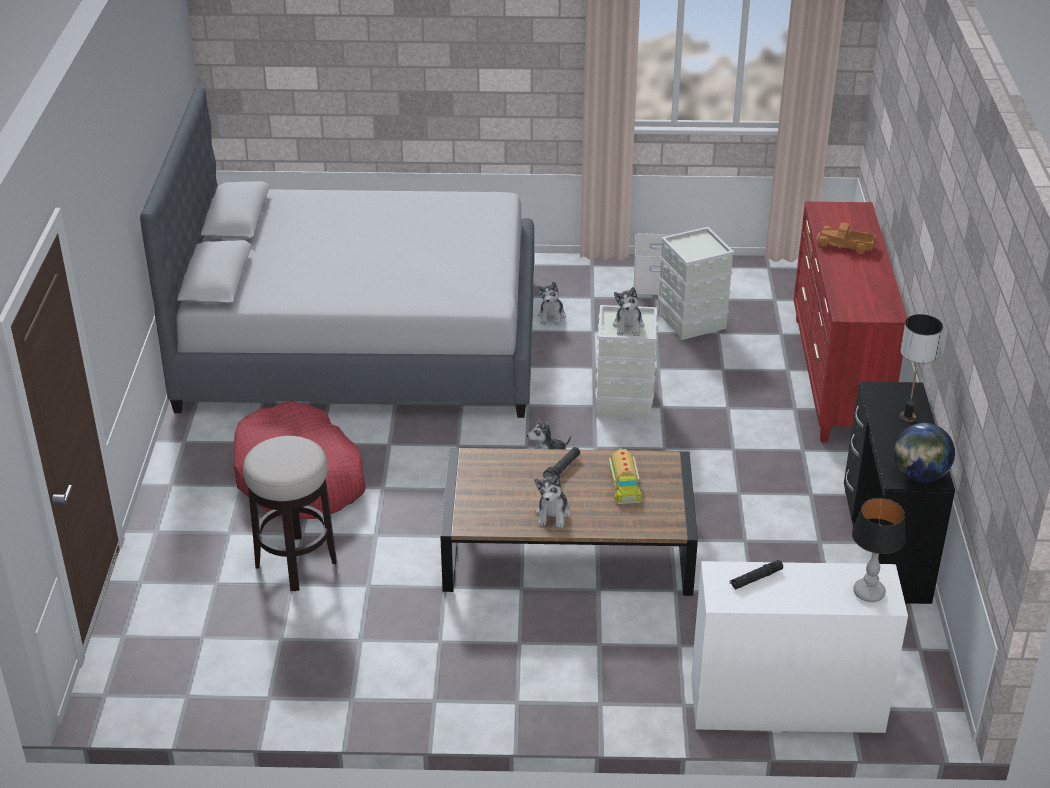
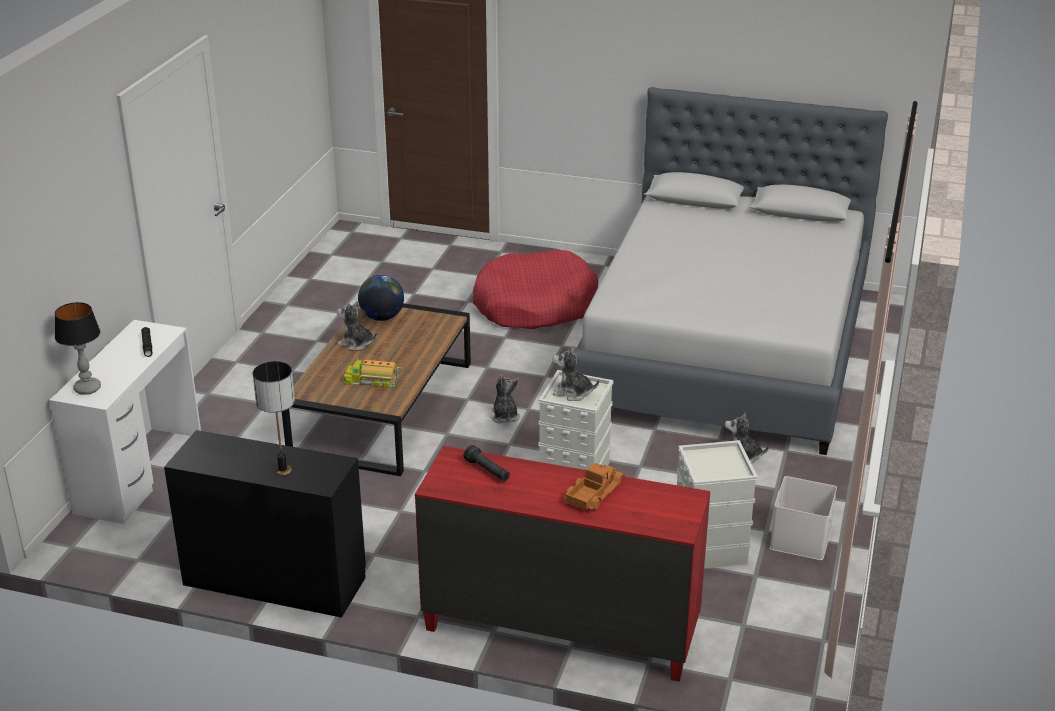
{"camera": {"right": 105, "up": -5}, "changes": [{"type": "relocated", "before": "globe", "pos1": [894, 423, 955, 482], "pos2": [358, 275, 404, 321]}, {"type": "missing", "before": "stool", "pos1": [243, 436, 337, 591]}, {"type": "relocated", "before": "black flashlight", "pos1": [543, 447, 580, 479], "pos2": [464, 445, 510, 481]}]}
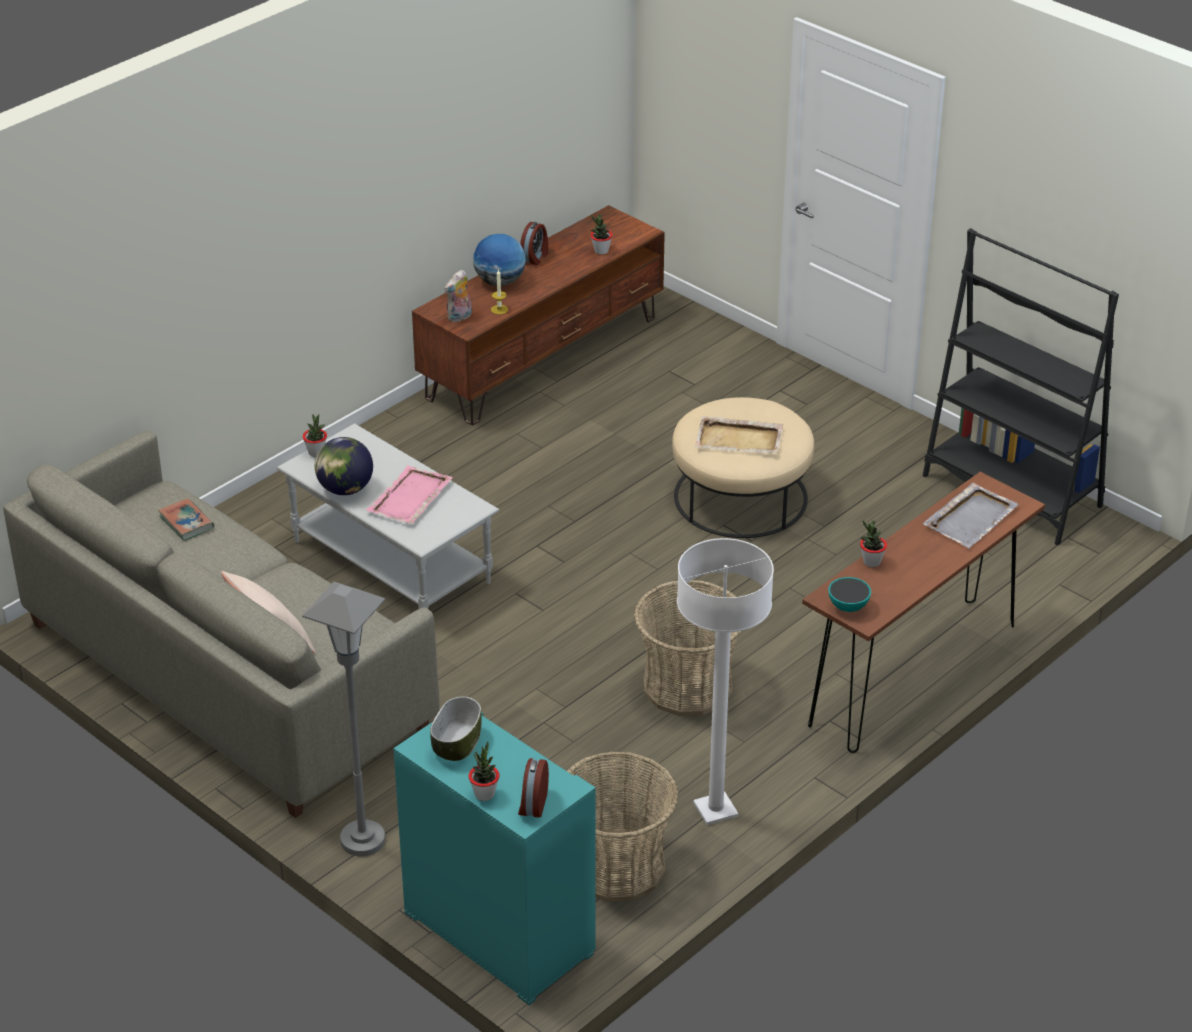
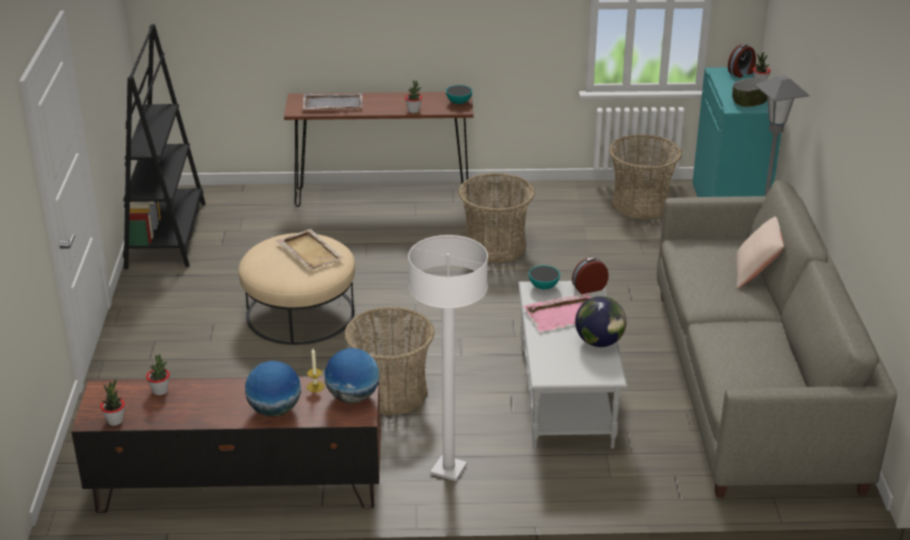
{"camera": {"right": -135, "up": -5}, "changes": [{"type": "relocated", "before": "alarm clock", "pos1": [520, 222, 548, 265], "pos2": [572, 257, 609, 294]}, {"type": "exchanged", "before": "plush toy", "after": "globe", "pos1": [444, 270, 472, 322], "pos2": [325, 348, 380, 403]}, {"type": "relocated", "before": "potted plant", "pos1": [303, 414, 327, 457], "pos2": [100, 378, 125, 426]}, {"type": "missing", "before": "book", "pos1": [158, 498, 214, 541]}, {"type": "relocated", "before": "white floor lamp", "pos1": [677, 538, 774, 825], "pos2": [408, 235, 488, 481]}, {"type": "appeared", "after": "bowl", "pos2": [529, 265, 560, 290]}, {"type": "appeared", "after": "basket", "pos2": [344, 307, 435, 415]}]}
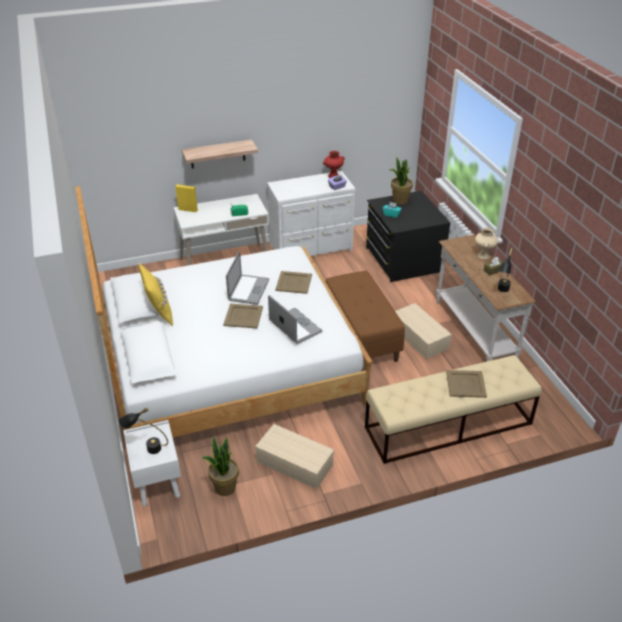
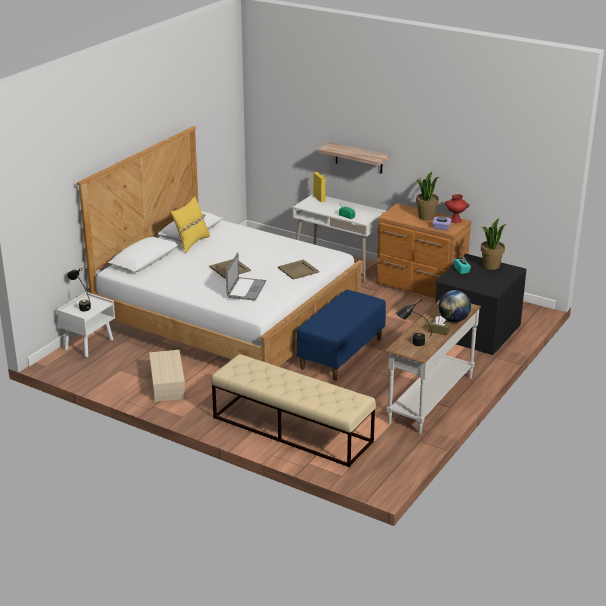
{"camera": {"right": 50, "up": -10}, "changes": [{"type": "colour", "before": "white dresser", "after": "brown dresser", "pos1": [267, 171, 356, 256], "pos2": [376, 203, 471, 298]}, {"type": "exchanged", "before": "beige vase", "after": "globe", "pos1": [475, 228, 498, 260], "pos2": [439, 290, 471, 322]}, {"type": "missing", "before": "laptop", "pos1": [226, 251, 269, 305]}, {"type": "colour", "before": "brown bench", "after": "blue bench", "pos1": [326, 271, 405, 362], "pos2": [296, 290, 386, 380]}, {"type": "missing", "before": "beige storage box", "pos1": [395, 303, 452, 359]}, {"type": "missing", "before": "beige tray", "pos1": [446, 370, 487, 398]}, {"type": "relocated", "before": "potted plant", "pos1": [202, 436, 239, 496], "pos2": [416, 171, 440, 221]}]}
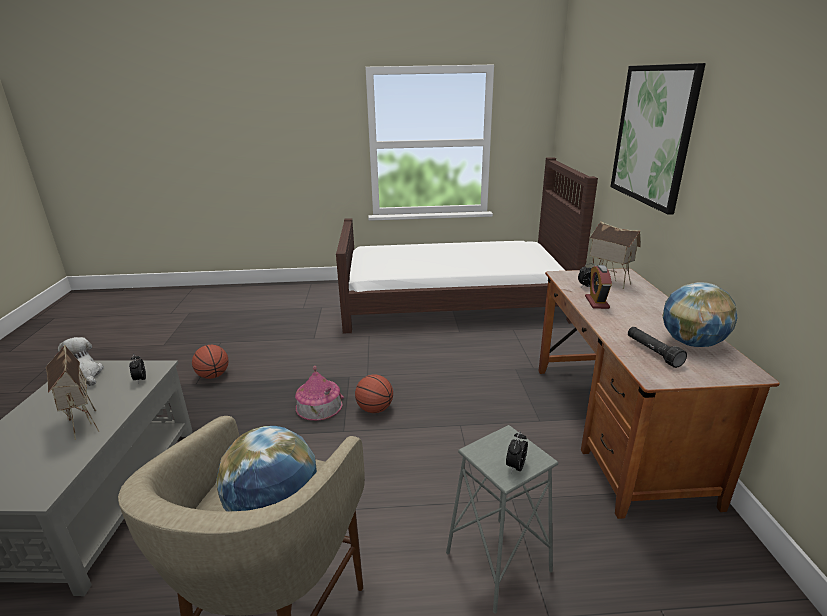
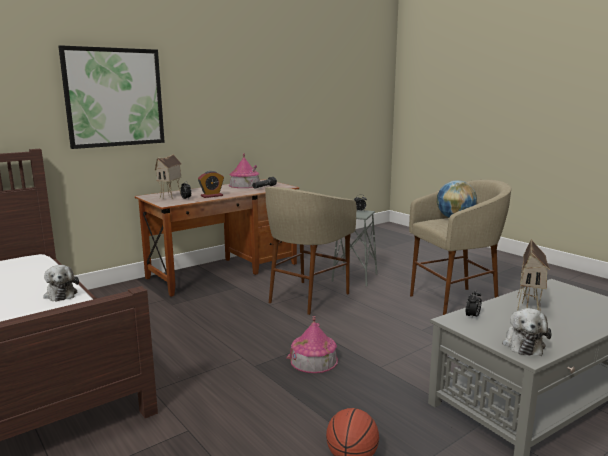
{"camera": {"right": -125, "up": -10}, "changes": [{"type": "exchanged", "before": "globe", "after": "toy house", "pos1": [663, 282, 737, 347], "pos2": [229, 154, 260, 188]}, {"type": "missing", "before": "basketball", "pos1": [355, 375, 393, 413]}, {"type": "appeared", "after": "beige stool", "pos2": [265, 187, 356, 315]}, {"type": "appeared", "after": "plush toy", "pos2": [43, 265, 79, 301]}]}
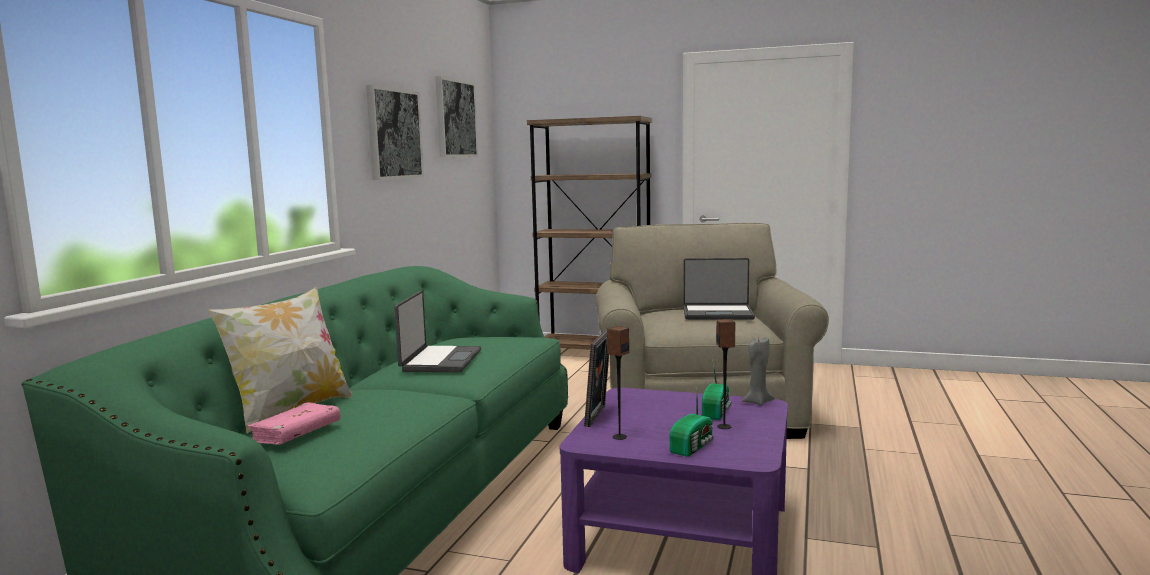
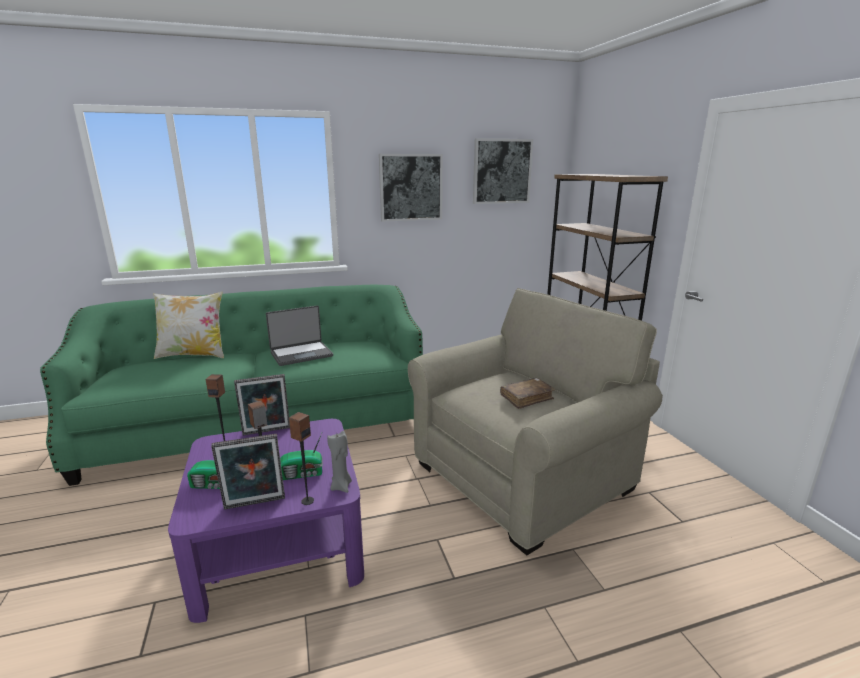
{"camera": {"right": 55, "up": 10}, "changes": [{"type": "exchanged", "before": "laptop", "after": "brown book", "pos1": [683, 258, 755, 320], "pos2": [500, 378, 555, 409]}, {"type": "missing", "before": "pink book", "pos1": [246, 402, 340, 445]}, {"type": "appeared", "after": "speaker", "pos2": [289, 412, 314, 505]}, {"type": "appeared", "after": "picture frame", "pos2": [211, 434, 285, 510]}]}
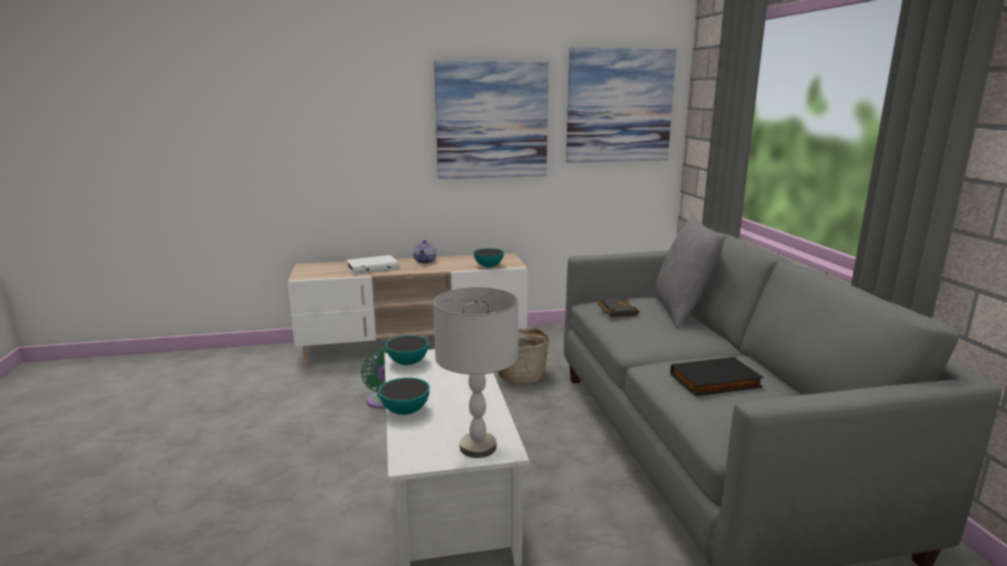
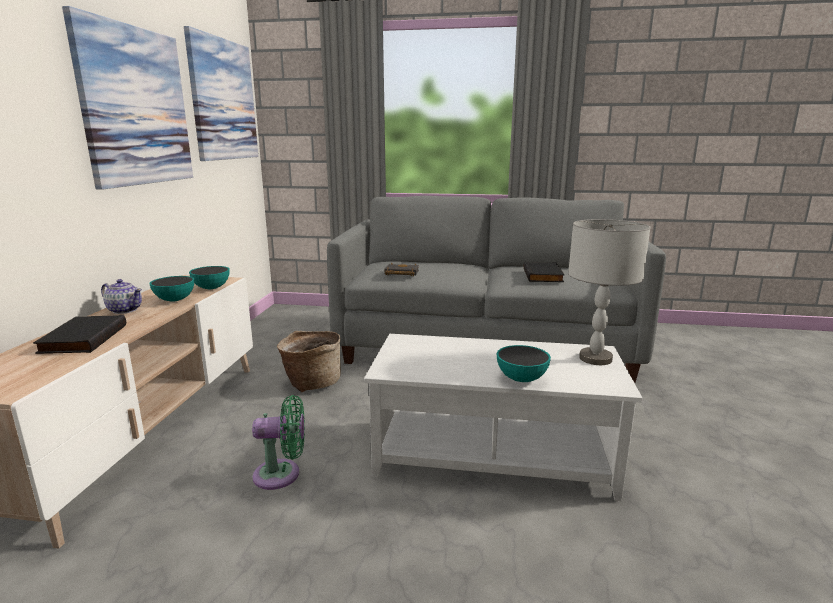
{"camera": {"right": -70, "up": 0}, "changes": [{"type": "missing", "before": "grey pillow", "pos1": [654, 214, 726, 329]}, {"type": "colour", "before": "white book", "after": "black book", "pos1": [346, 255, 399, 274], "pos2": [33, 315, 126, 354]}, {"type": "relocated", "before": "bowl", "pos1": [385, 335, 429, 365], "pos2": [149, 276, 194, 302]}]}
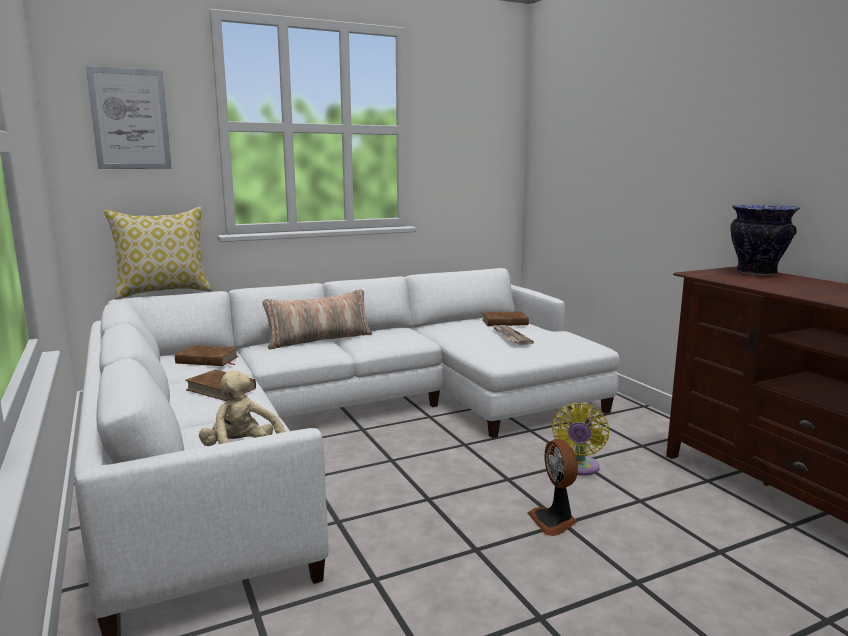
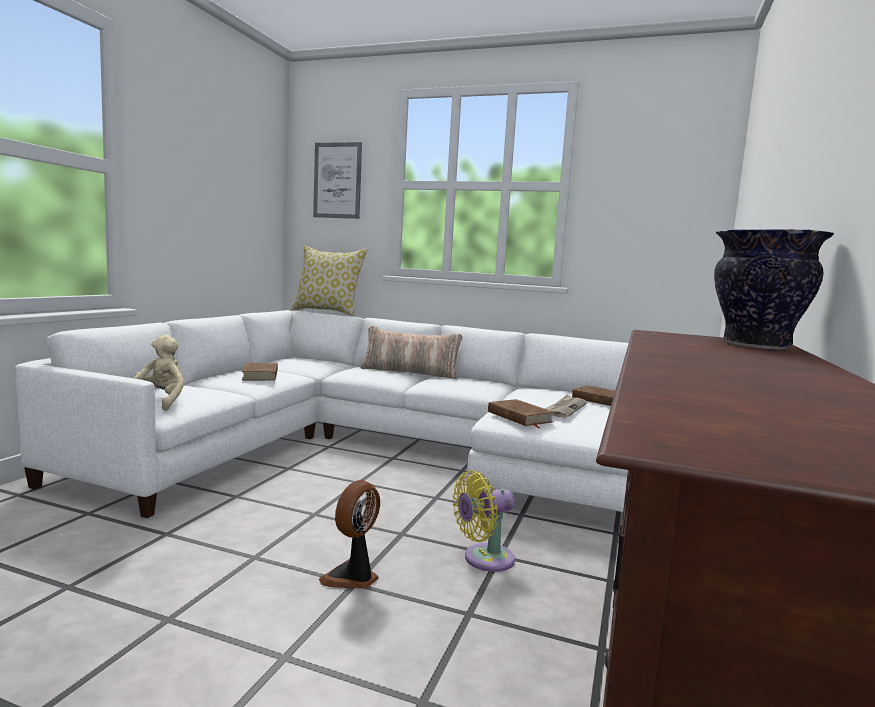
{"camera": {"right": 45, "up": -5}, "changes": [{"type": "relocated", "before": "brown book", "pos1": [175, 345, 239, 366], "pos2": [488, 399, 554, 428]}]}
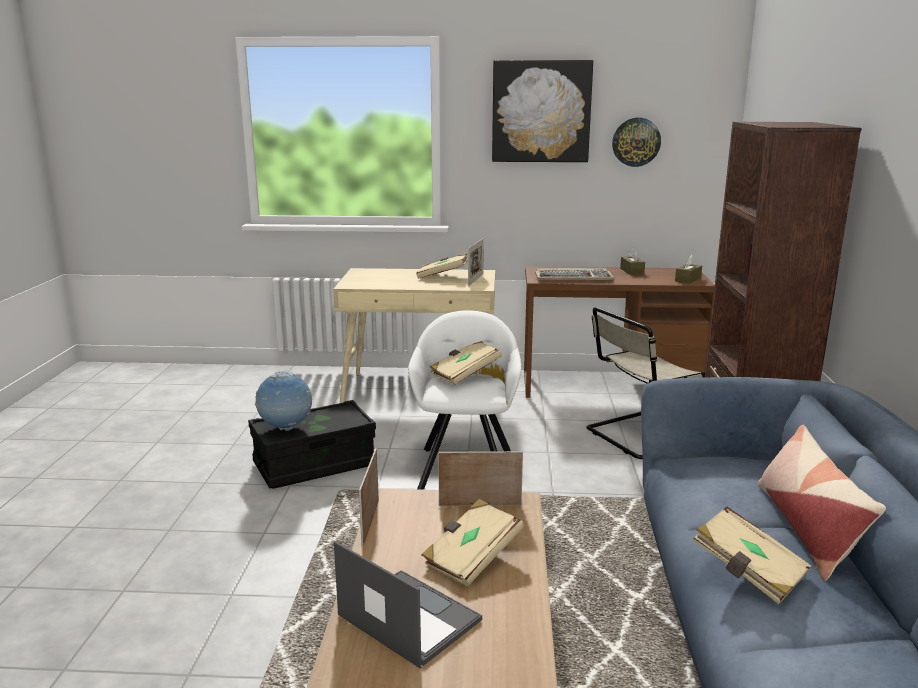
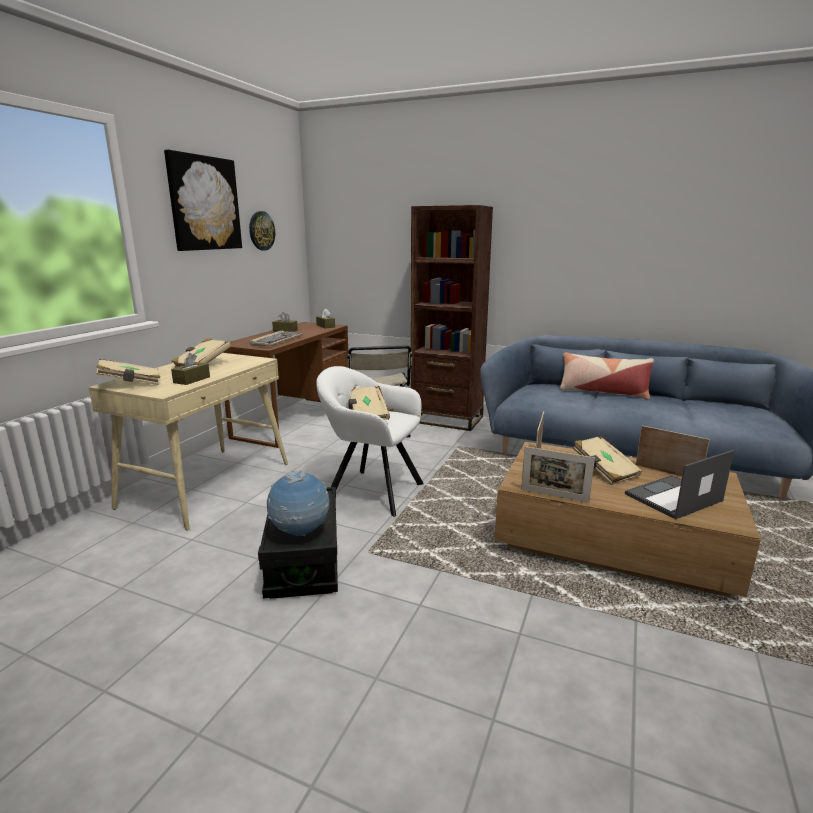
{"camera": {"right": -70, "up": 0}, "changes": [{"type": "relocated", "before": "picture frame", "pos1": [468, 239, 484, 286], "pos2": [636, 425, 710, 476]}, {"type": "relocated", "before": "beige book", "pos1": [693, 507, 811, 604], "pos2": [96, 359, 160, 385]}, {"type": "appeared", "after": "brown tissue box", "pos2": [171, 353, 210, 385]}]}
